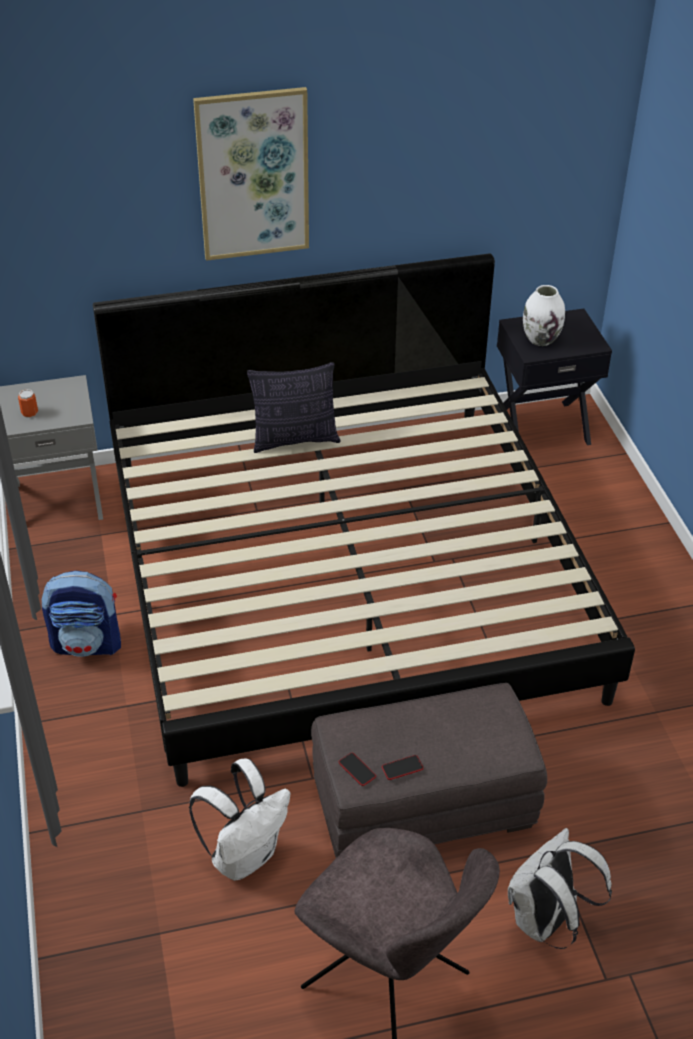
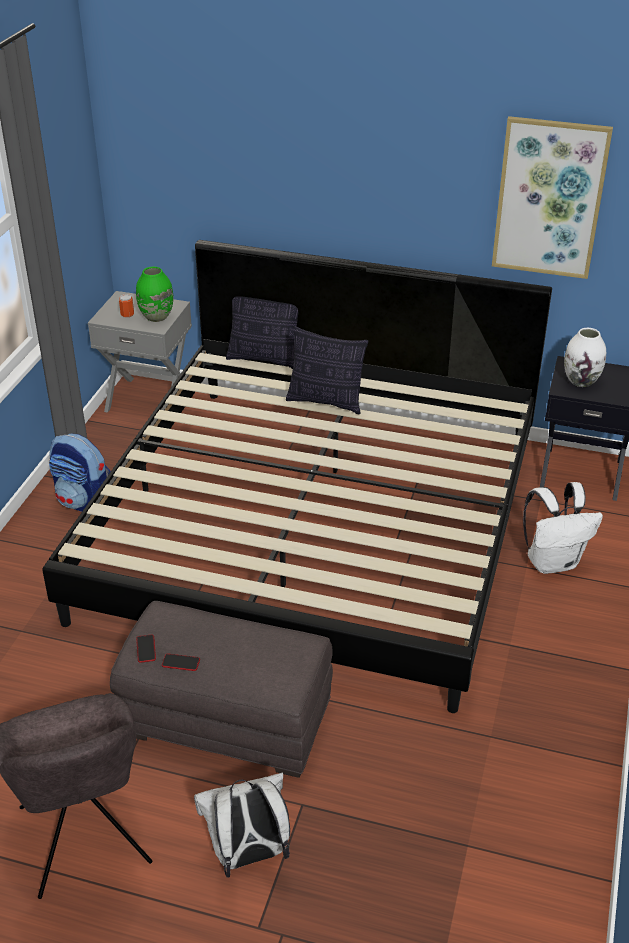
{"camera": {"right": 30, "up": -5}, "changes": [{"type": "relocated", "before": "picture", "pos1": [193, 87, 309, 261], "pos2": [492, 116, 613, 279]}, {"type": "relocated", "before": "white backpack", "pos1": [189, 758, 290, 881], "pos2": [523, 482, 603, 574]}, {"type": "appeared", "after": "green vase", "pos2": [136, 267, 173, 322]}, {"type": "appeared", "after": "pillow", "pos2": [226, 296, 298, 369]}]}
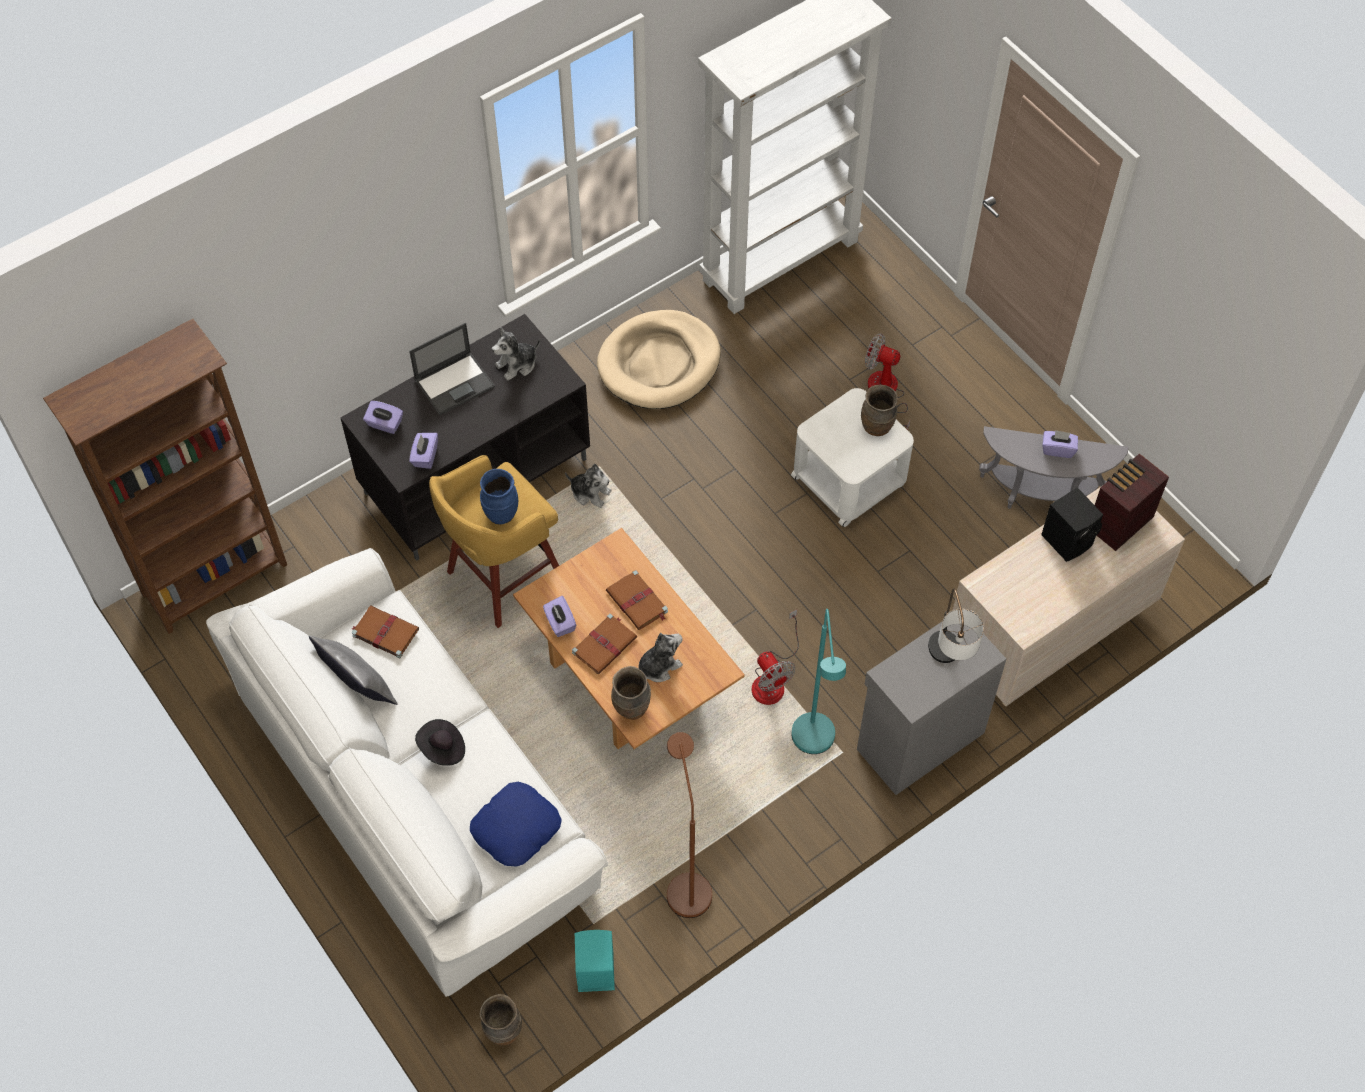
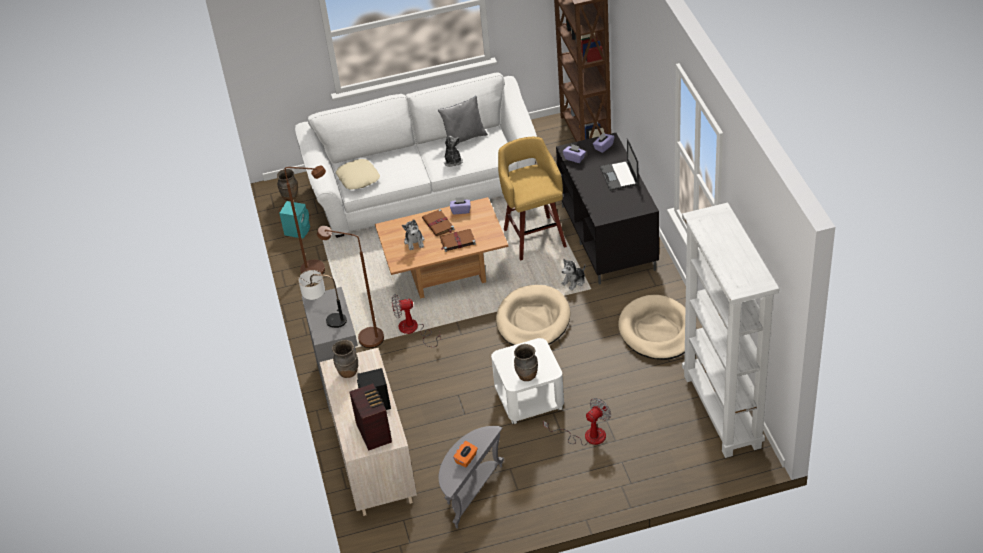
{"camera": {"right": 115, "up": -15}, "changes": [{"type": "relocated", "before": "plush toy", "pos1": [492, 327, 540, 381], "pos2": [444, 136, 463, 167]}, {"type": "colour", "before": "purple tissue box", "after": "orange tissue box", "pos1": [1042, 430, 1078, 458], "pos2": [453, 441, 478, 467]}, {"type": "missing", "before": "blue vase", "pos1": [480, 469, 518, 525]}, {"type": "missing", "before": "brown book", "pos1": [352, 605, 419, 659]}, {"type": "colour", "before": "turquoise floor lamp", "after": "brown floor lamp", "pos1": [791, 609, 846, 754], "pos2": [317, 226, 384, 348]}, {"type": "relocated", "before": "brown vase", "pos1": [611, 666, 651, 720], "pos2": [332, 340, 358, 378]}, {"type": "missing", "before": "black hat", "pos1": [415, 719, 465, 766]}, {"type": "colour", "before": "blue pillow", "after": "beige pillow", "pos1": [470, 782, 562, 866], "pos2": [336, 159, 380, 190]}, {"type": "appeared", "after": "beige dog bed", "pos2": [496, 285, 571, 345]}]}
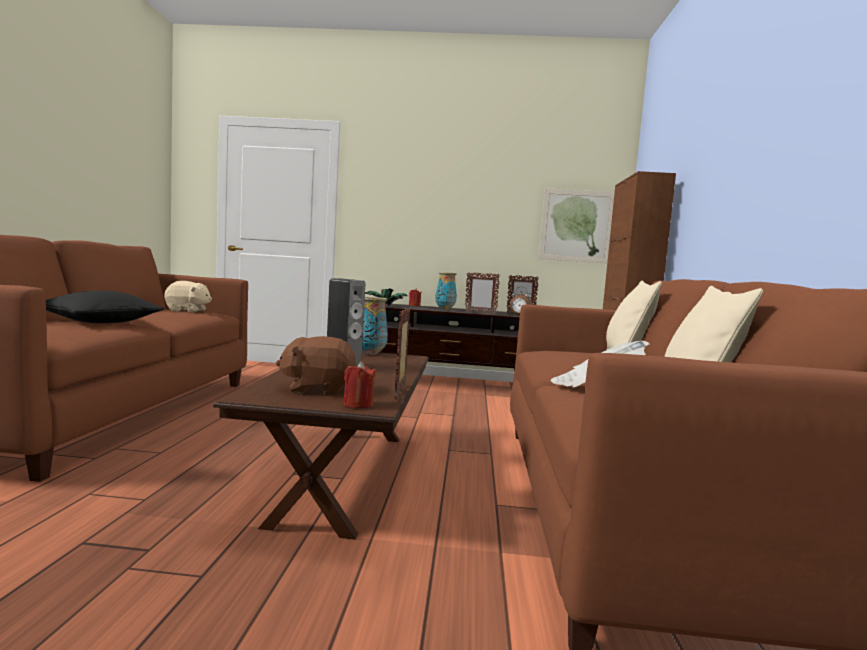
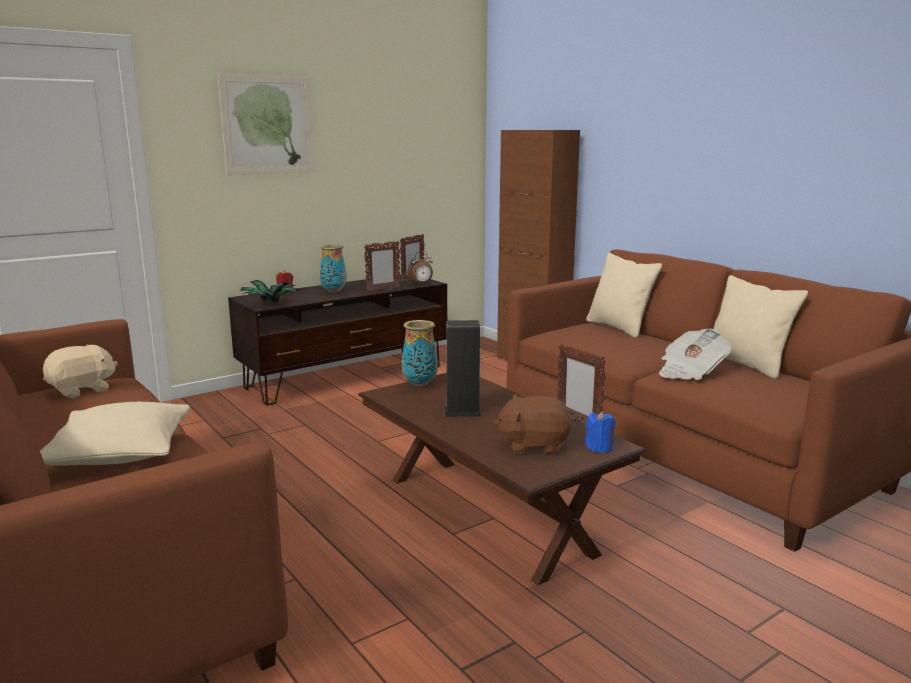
{"camera": {"right": -40, "up": 10}, "changes": [{"type": "relocated", "before": "picture", "pos1": [539, 188, 615, 263], "pos2": [218, 74, 315, 175]}, {"type": "colour", "before": "black pillow", "after": "beige pillow", "pos1": [46, 291, 164, 323], "pos2": [40, 402, 191, 466]}, {"type": "spun", "before": "brown plush toy", "pos1": [276, 336, 356, 395], "pos2": [493, 395, 571, 454], "turn": 45}, {"type": "colour", "before": "red candle", "after": "blue candle", "pos1": [343, 361, 376, 408], "pos2": [585, 411, 616, 453]}]}
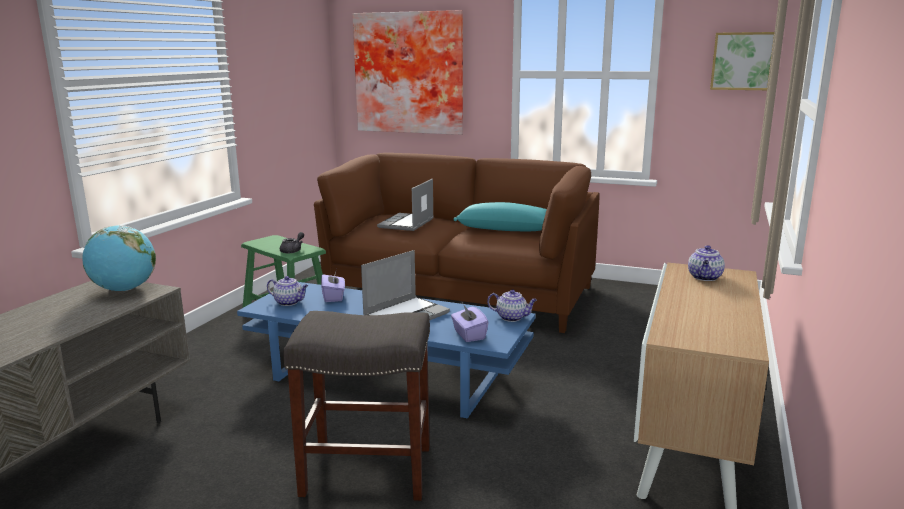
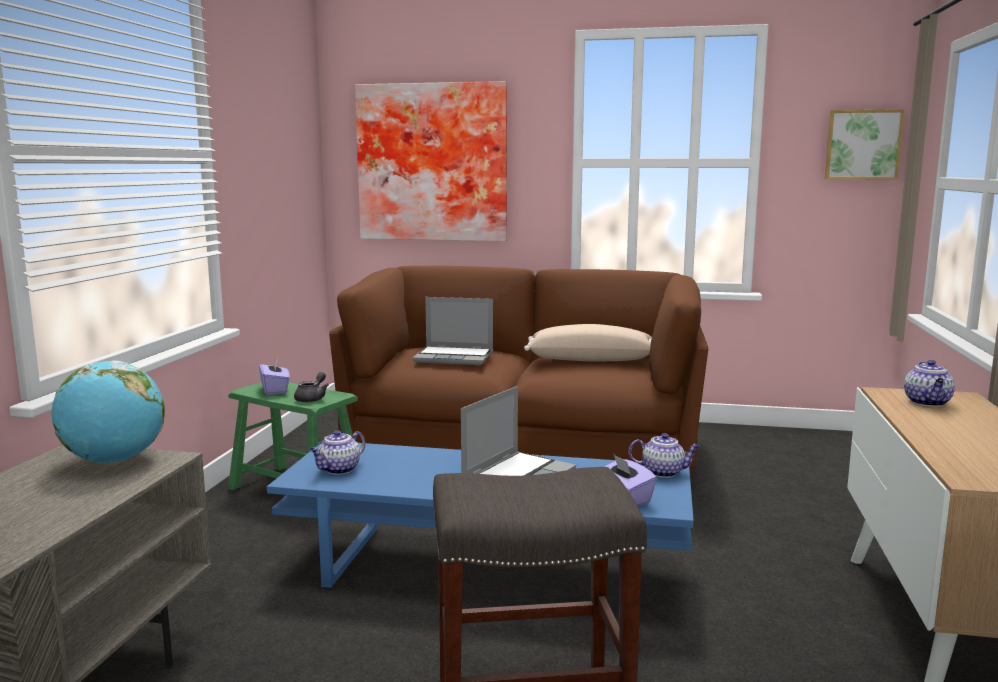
{"camera": {"right": -10, "up": -5}, "changes": [{"type": "spun", "before": "laptop", "pos1": [377, 179, 434, 231], "pos2": [413, 297, 493, 365], "turn": -90}, {"type": "colour", "before": "turquoise pillow", "after": "beige pillow", "pos1": [453, 202, 547, 231], "pos2": [524, 324, 652, 362]}, {"type": "relocated", "before": "purple tissue box", "pos1": [321, 272, 345, 302], "pos2": [259, 358, 290, 395]}, {"type": "spun", "before": "teapot", "pos1": [267, 276, 308, 306], "pos2": [310, 430, 366, 474], "turn": 120}]}
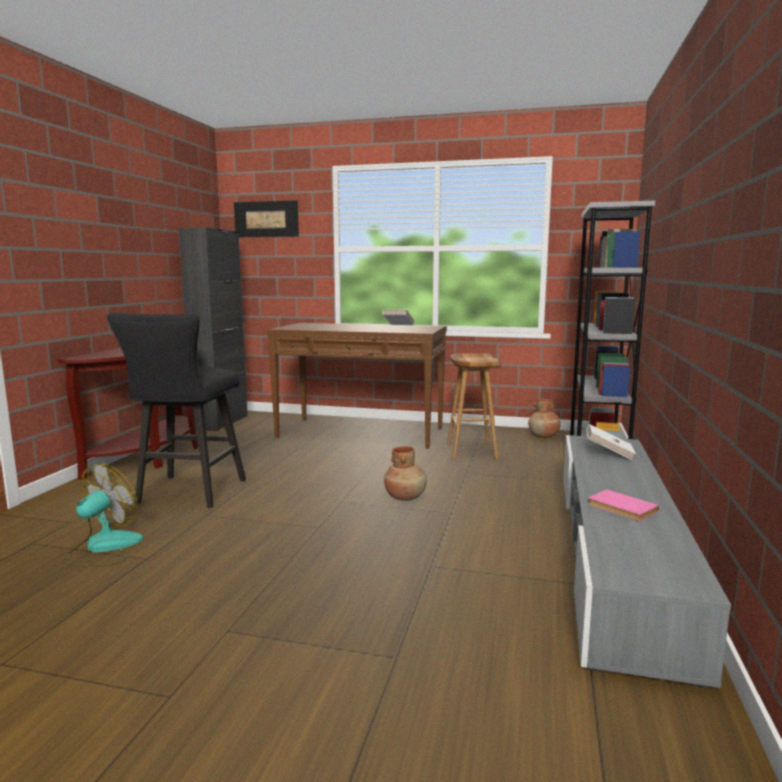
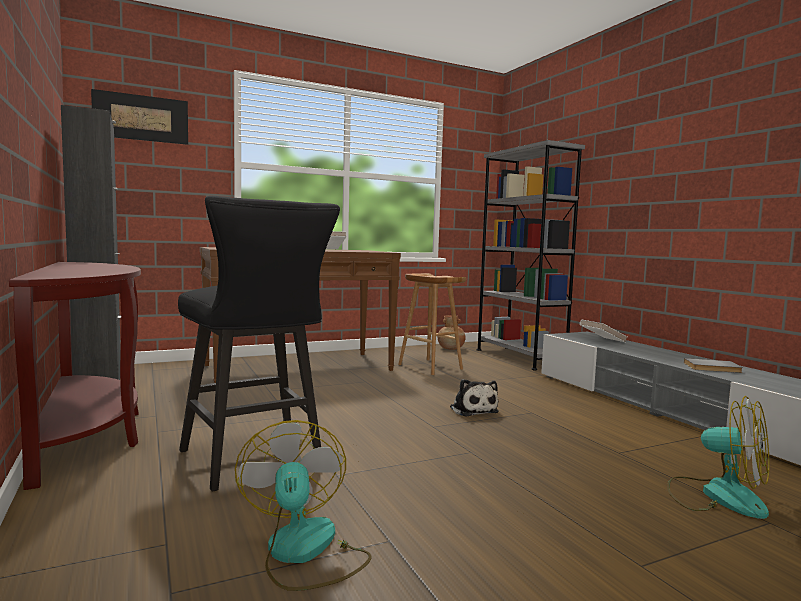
{"camera": {"right": -40, "up": -5}, "changes": [{"type": "exchanged", "before": "brown vase", "after": "plush toy", "pos1": [384, 446, 427, 500], "pos2": [450, 379, 499, 417]}, {"type": "colour", "before": "pink book", "after": "grey book", "pos1": [588, 489, 659, 521], "pos2": [684, 358, 743, 373]}, {"type": "appeared", "after": "fan", "pos2": [667, 396, 769, 519]}]}
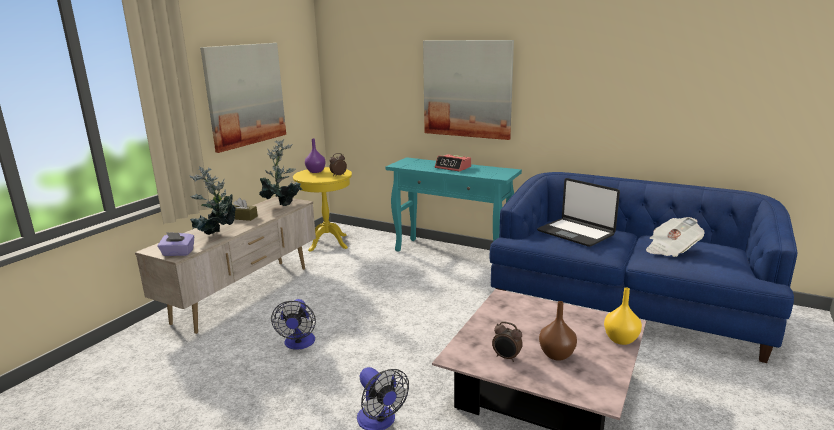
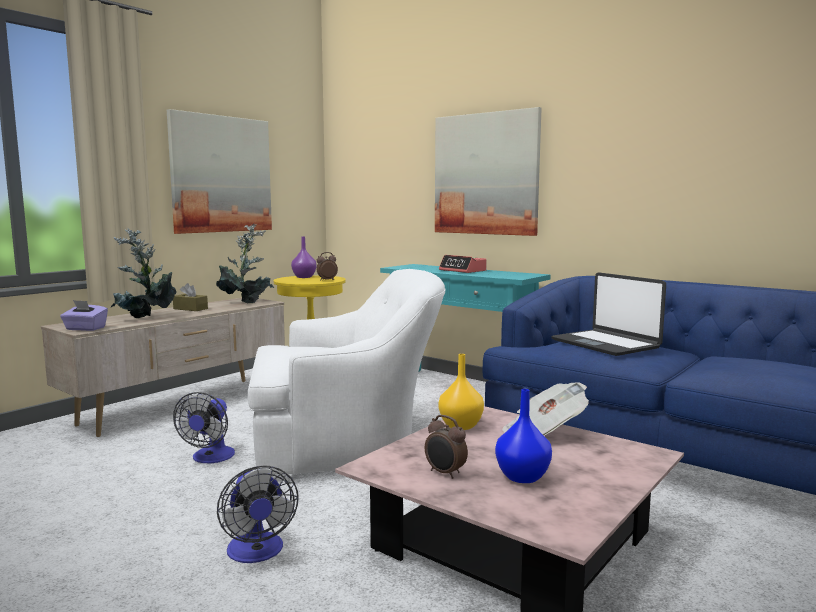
{"camera": {"right": 10, "up": -10}, "changes": [{"type": "relocated", "before": "newspaper", "pos1": [646, 217, 704, 257], "pos2": [502, 382, 589, 435]}, {"type": "relocated", "before": "yellow vase", "pos1": [604, 288, 642, 345], "pos2": [438, 354, 484, 430]}, {"type": "colour", "before": "brown vase", "after": "blue vase", "pos1": [539, 301, 577, 361], "pos2": [495, 389, 552, 483]}, {"type": "appeared", "after": "white armchair", "pos2": [248, 269, 446, 475]}]}
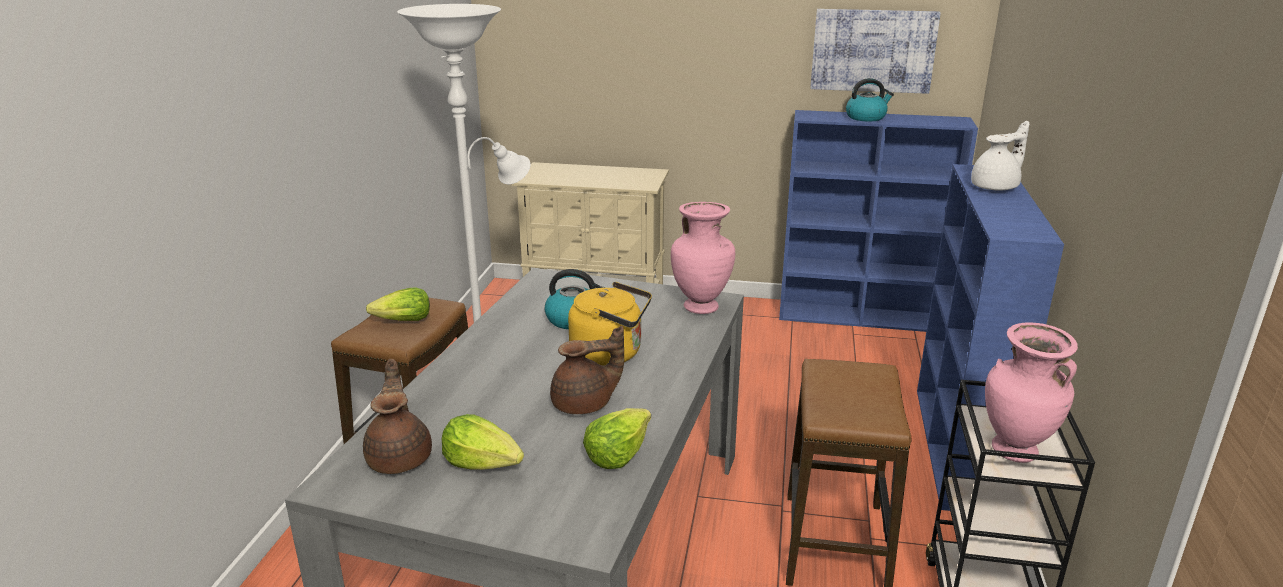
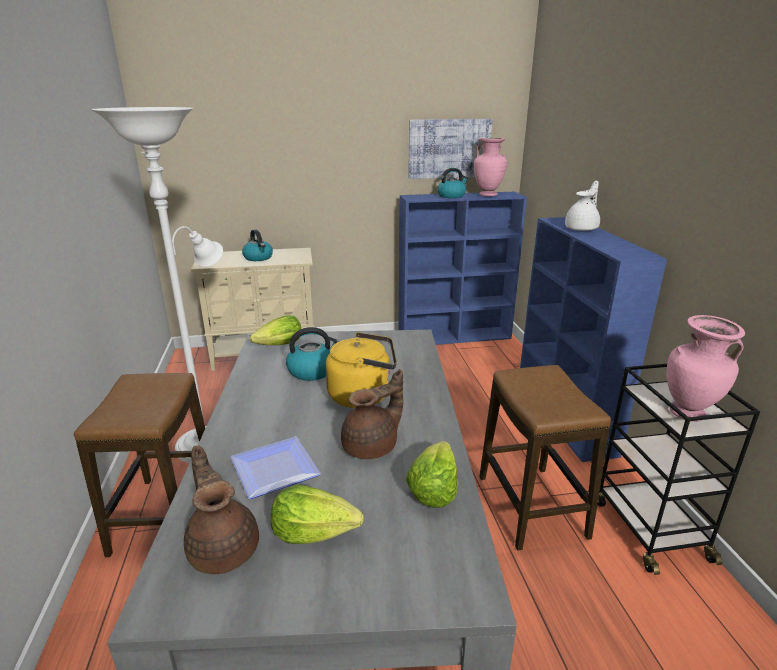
{"camera": {"right": -20, "up": 0}, "changes": [{"type": "relocated", "before": "pink vase", "pos1": [671, 202, 735, 314], "pos2": [474, 138, 507, 196]}, {"type": "relocated", "before": "lettuce", "pos1": [366, 287, 430, 321], "pos2": [249, 315, 301, 345]}, {"type": "appeared", "after": "kettle", "pos2": [242, 229, 273, 261]}, {"type": "appeared", "after": "plate", "pos2": [230, 436, 321, 499]}]}
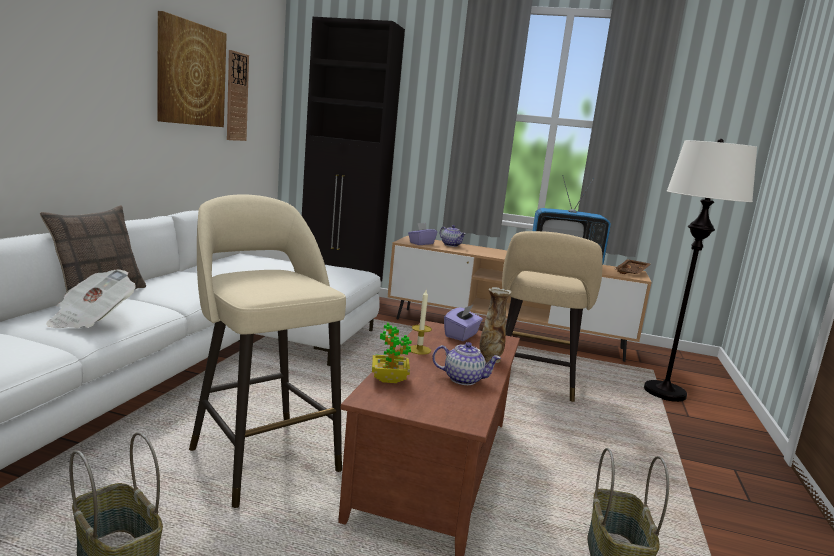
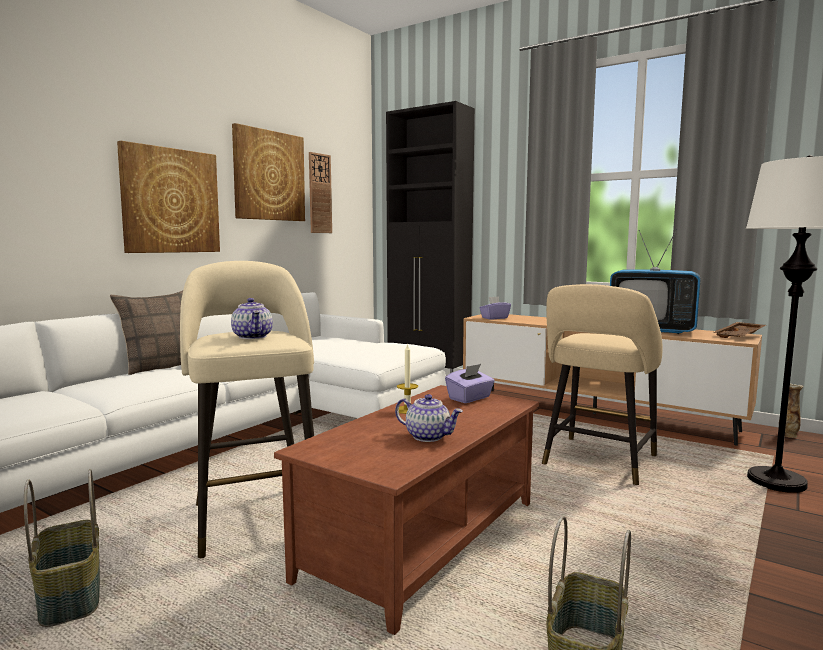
{"camera": {"right": 20, "up": -5}, "changes": [{"type": "relocated", "before": "teapot", "pos1": [440, 225, 466, 247], "pos2": [231, 298, 273, 339]}, {"type": "missing", "before": "newspaper", "pos1": [46, 269, 136, 328]}, {"type": "relocated", "before": "vase", "pos1": [479, 287, 512, 363], "pos2": [779, 383, 803, 438]}, {"type": "missing", "before": "potted plant", "pos1": [372, 323, 412, 383]}, {"type": "appeared", "after": "picture", "pos2": [117, 141, 220, 253]}]}
